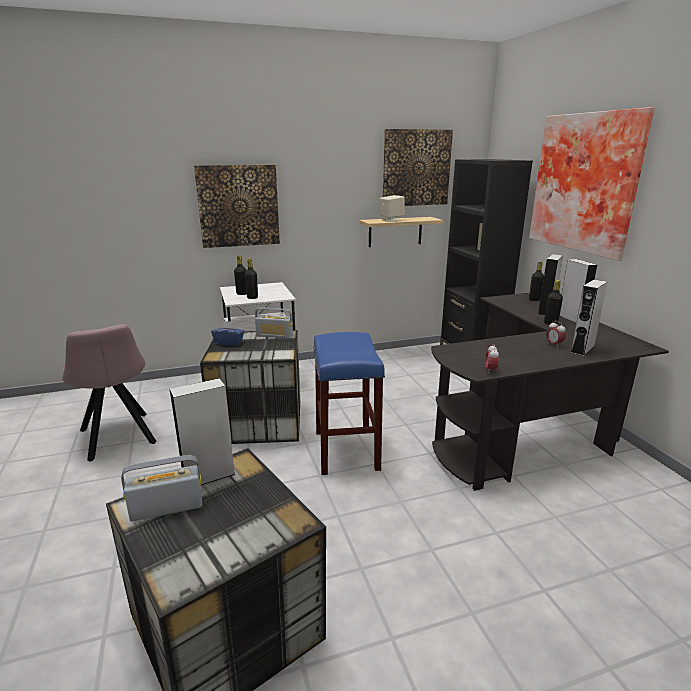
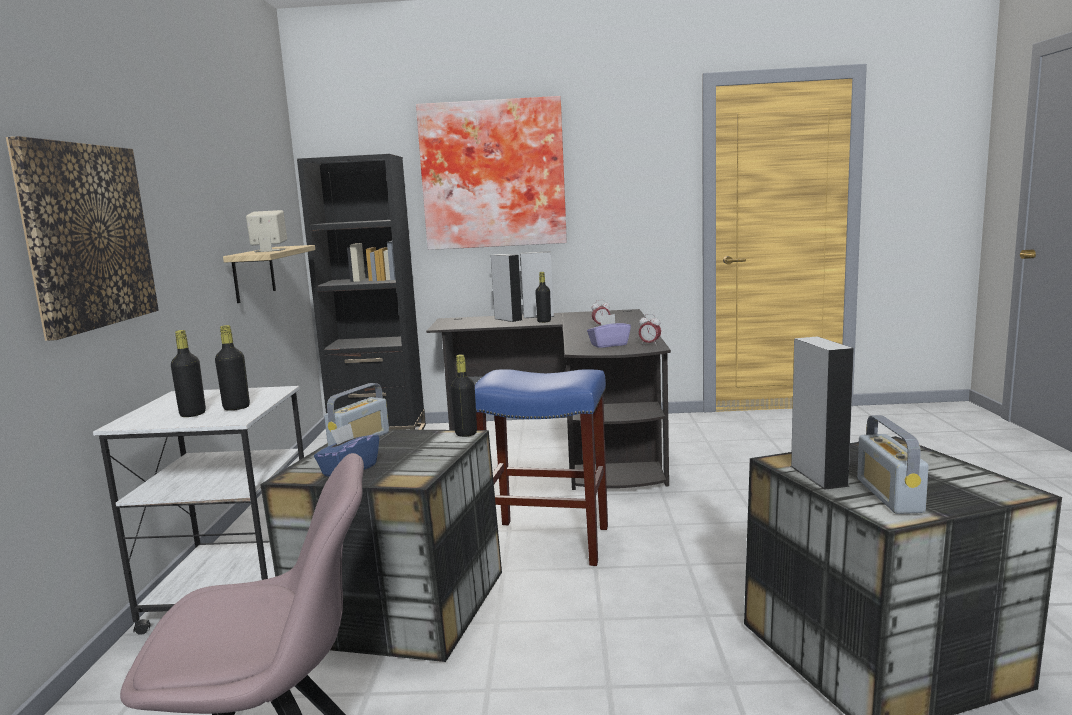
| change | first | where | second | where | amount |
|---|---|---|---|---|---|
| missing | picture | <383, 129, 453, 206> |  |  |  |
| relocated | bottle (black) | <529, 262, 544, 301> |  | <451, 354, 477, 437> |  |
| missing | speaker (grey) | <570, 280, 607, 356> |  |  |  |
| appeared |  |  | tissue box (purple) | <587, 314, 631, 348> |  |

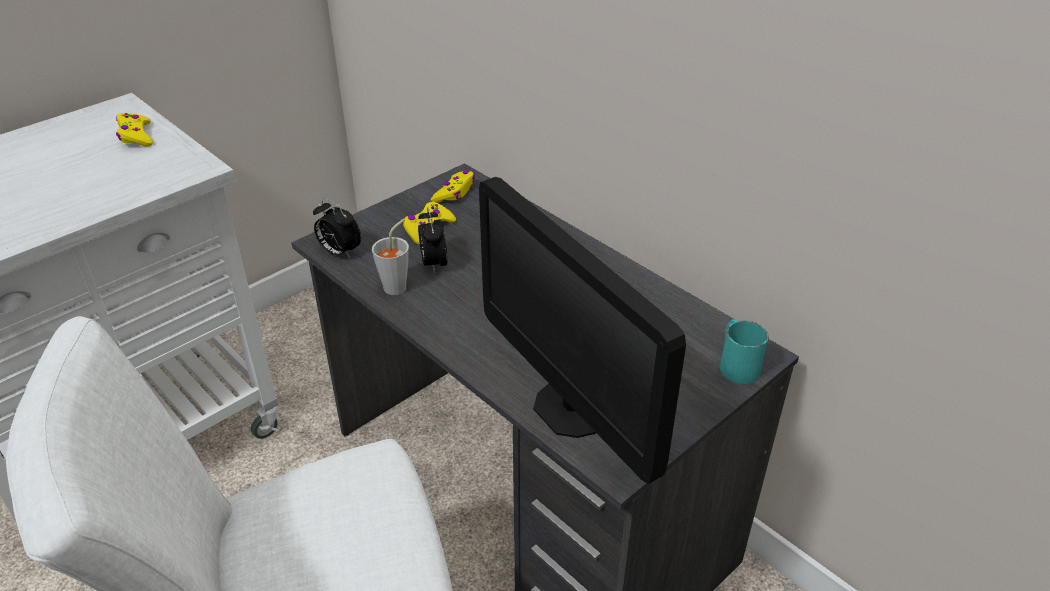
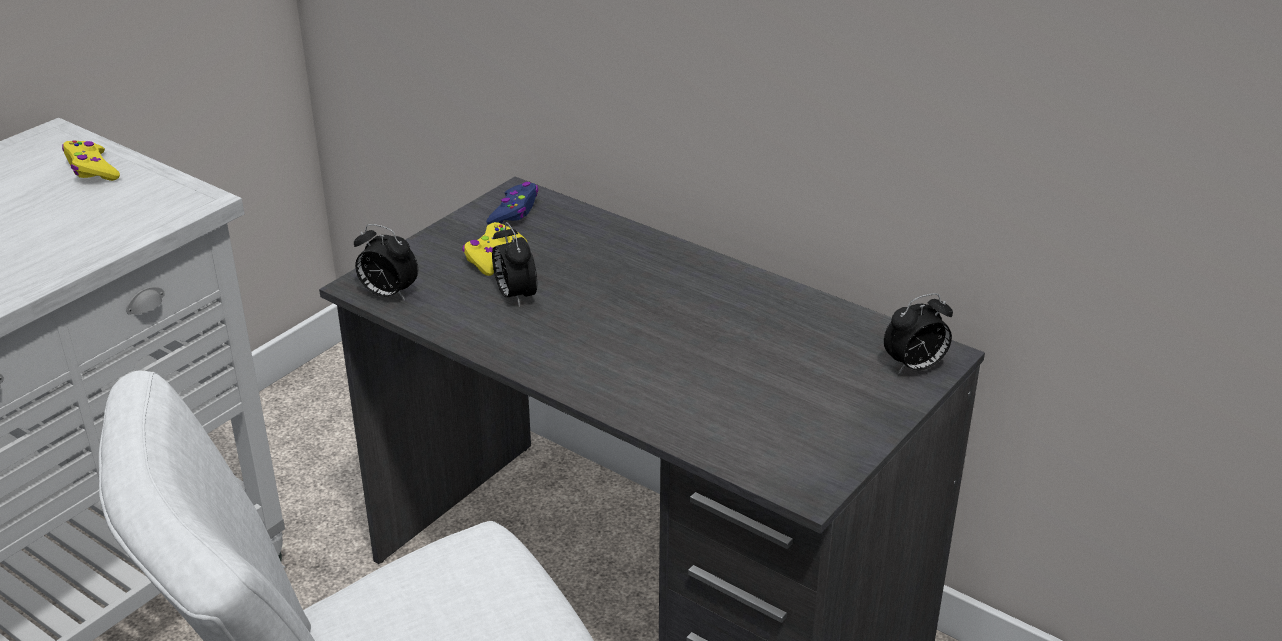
| change | first | where | second | where | amount |
|---|---|---|---|---|---|
| colour | game controller (yellow) | <431, 170, 475, 203> | game controller (blue) | <486, 182, 538, 225> |  |
| missing | monitor | <479, 177, 686, 484> |  |  |  |
| missing | cup (grey) | <372, 219, 409, 295> |  |  |  |
| exchanged | mug (turquoise) | <720, 319, 769, 384> | alarm clock | <884, 293, 953, 374> |  |

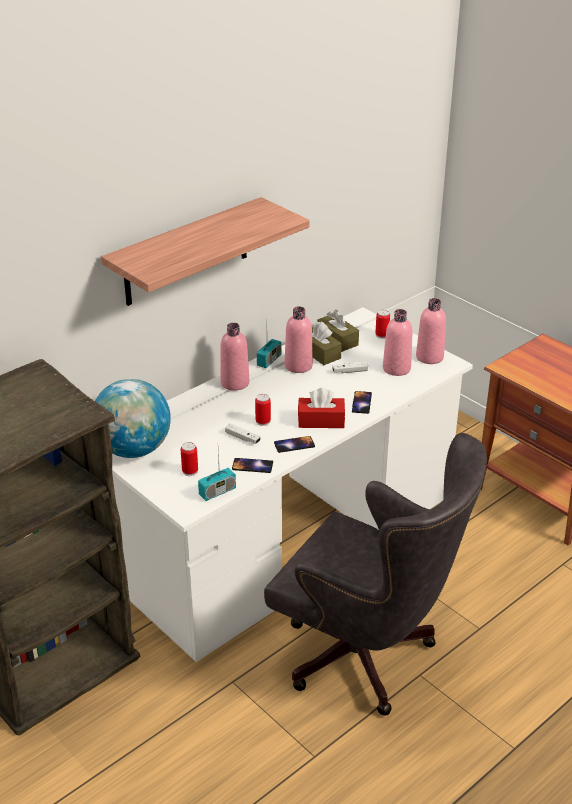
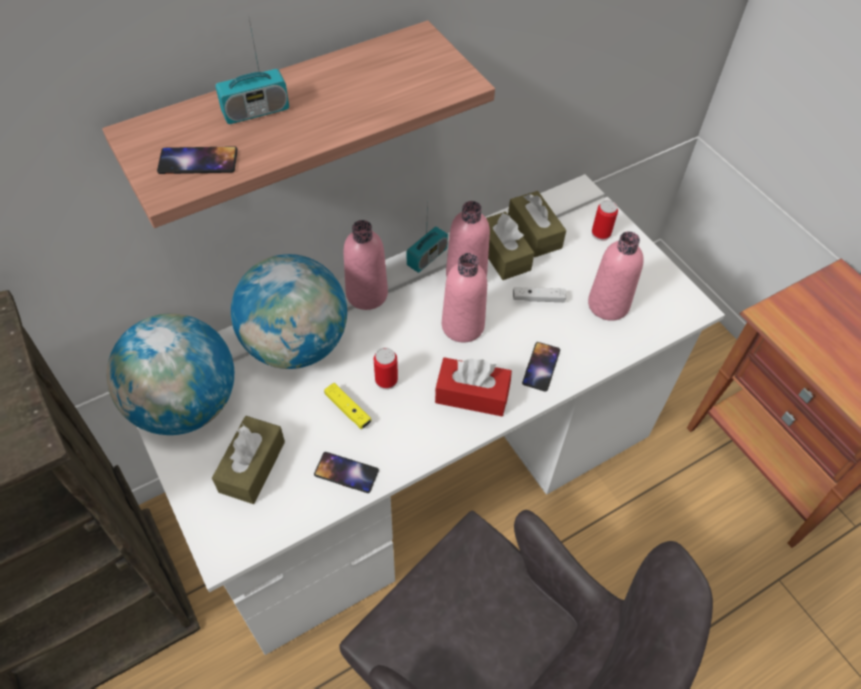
| change | first | where | second | where | amount |
|---|---|---|---|---|---|
| relocated | bottle (pink) | <416, 298, 446, 364> |  | <442, 253, 487, 343> |  |
| colour | game controller (white) | <225, 424, 261, 444> | game controller (yellow) | <324, 383, 371, 429> |  |
| relocated | phone | <274, 436, 315, 453> |  | <157, 146, 238, 174> |  |
| exchanged | can | <181, 442, 198, 476> | tissue box (brown) | <212, 416, 285, 504> |  |
| relocated | radio | <198, 452, 236, 501> |  | <215, 15, 289, 124> |  |
| appeared |  |  | globe | <231, 254, 347, 369> |  |

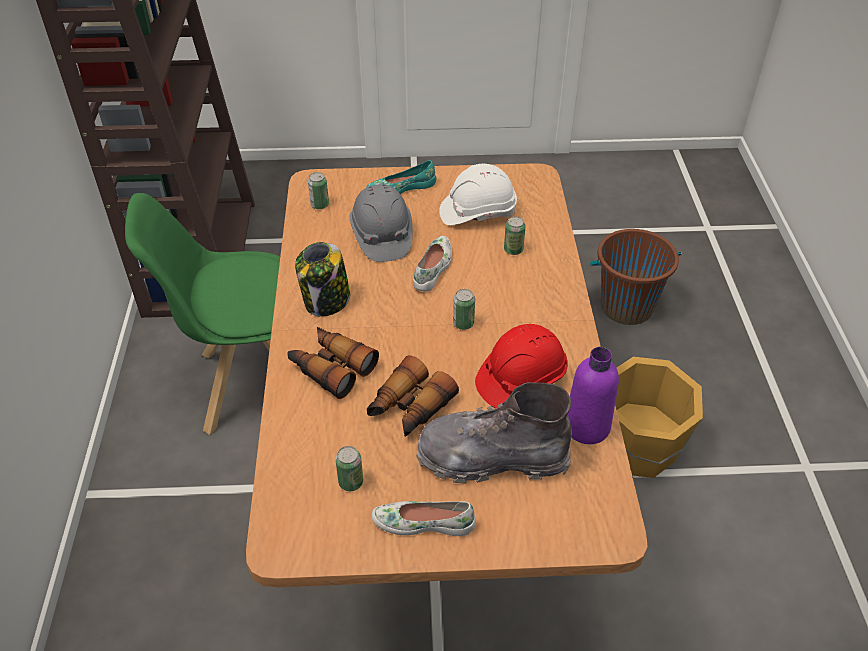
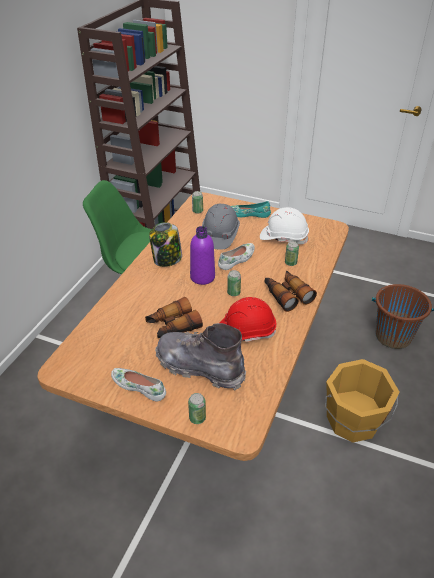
| change | first | where | second | where | amount |
|---|---|---|---|---|---|
| relocated | binoculars | <287, 327, 379, 399> |  | <265, 270, 317, 312> |  |
| relocated | bottle (purple) | <568, 347, 619, 444> |  | <190, 226, 215, 285> |  |
| relocated | can | <335, 446, 363, 491> |  | <188, 393, 206, 424> |  |

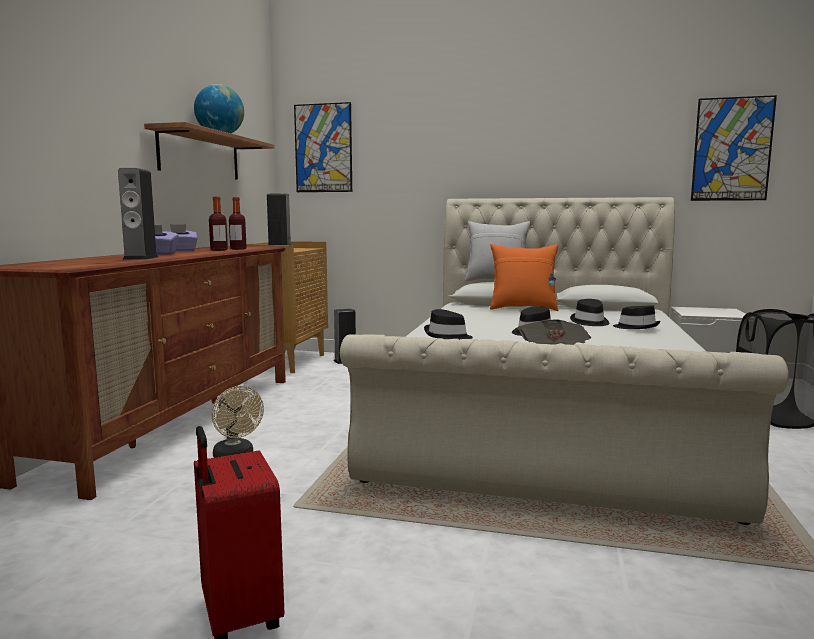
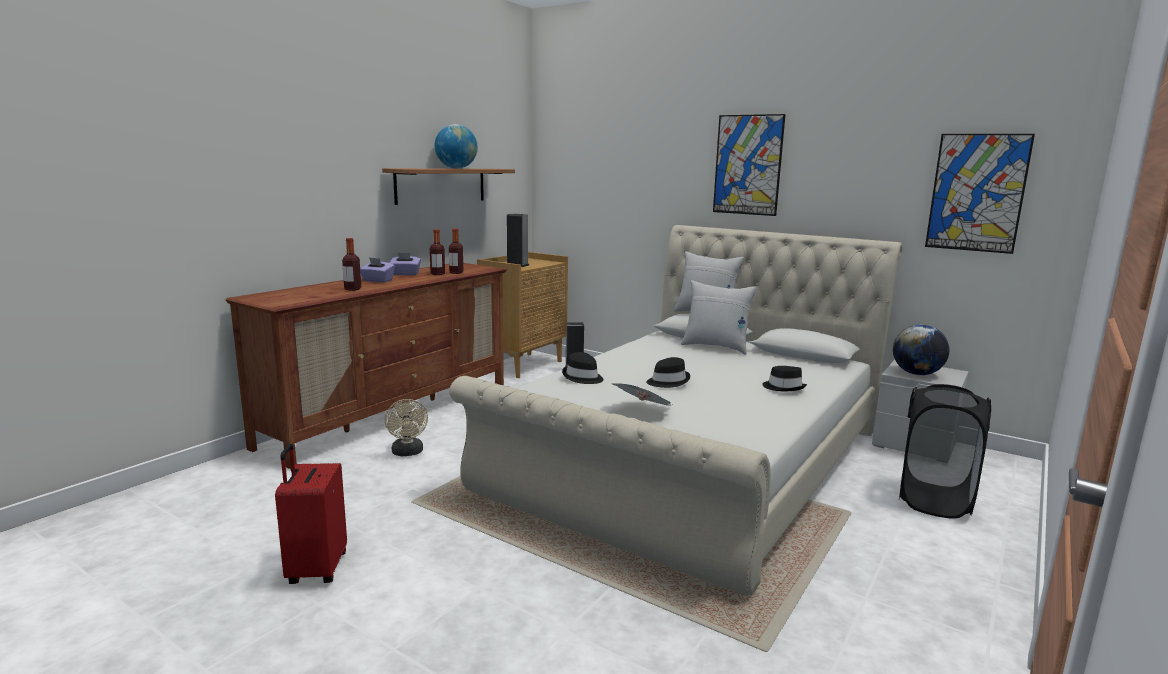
| change | first | where | second | where | amount |
|---|---|---|---|---|---|
| relocated | picture | <294, 102, 352, 192> |  | <713, 114, 786, 216> |  |
| exchanged | speaker | <118, 168, 158, 260> | bottle | <342, 238, 361, 291> |  |
| colour | pillow (orange) | <490, 244, 558, 311> | pillow (grey) | <681, 280, 756, 355> |  |
| missing | hat (black) | <570, 299, 609, 326> |  |  |  |
| appeared |  |  | globe | <893, 325, 949, 375> |  |

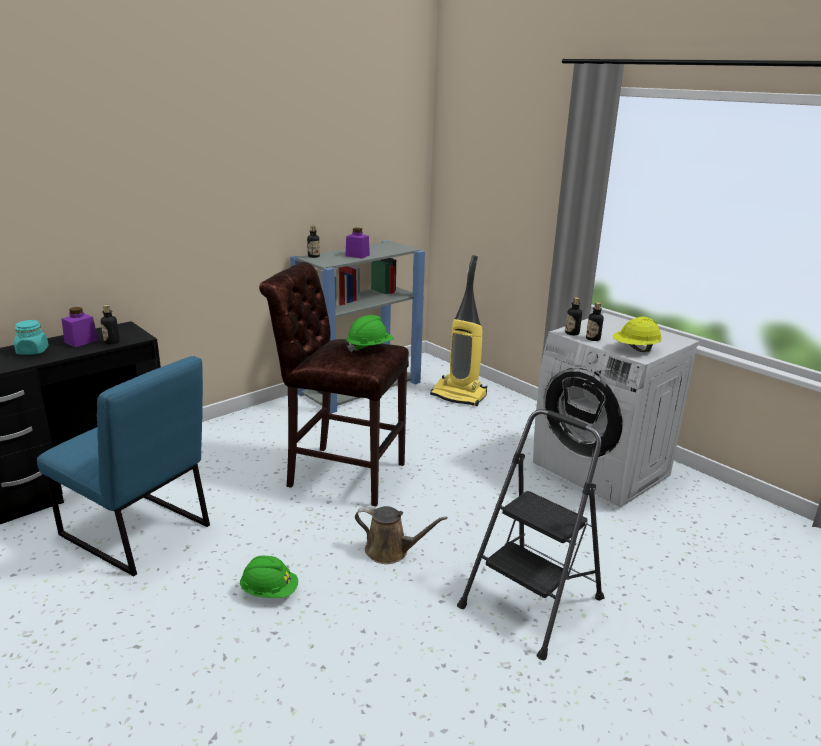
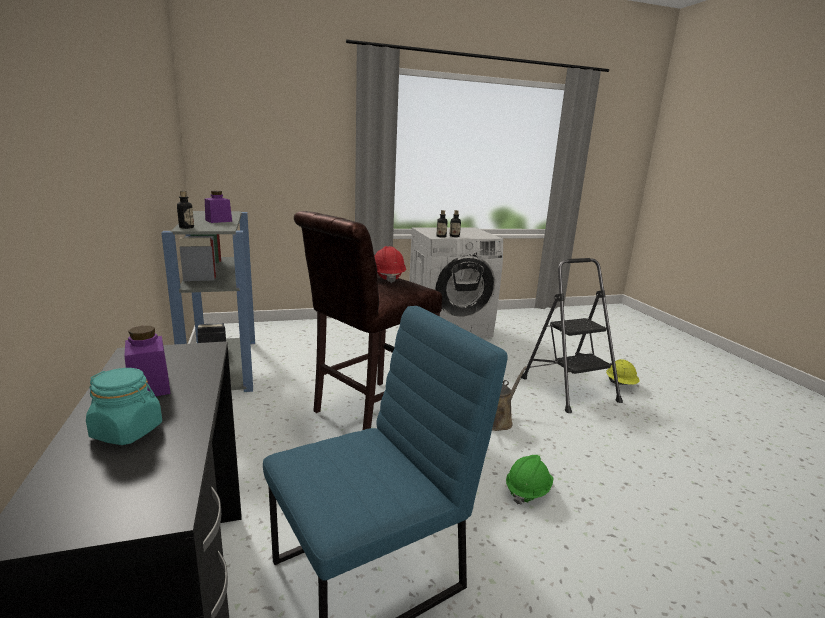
| change | first | where | second | where | amount |
|---|---|---|---|---|---|
| missing | vacuum cleaner | <430, 255, 487, 406> |  |  |  |
| missing | bottle | <101, 305, 120, 344> |  |  |  |
| colour | hard hat (green) | <346, 315, 394, 352> | hard hat (red) | <374, 246, 406, 283> |  |
| relocated | hard hat (yellow) | <613, 317, 662, 352> |  | <606, 359, 639, 385> |  |

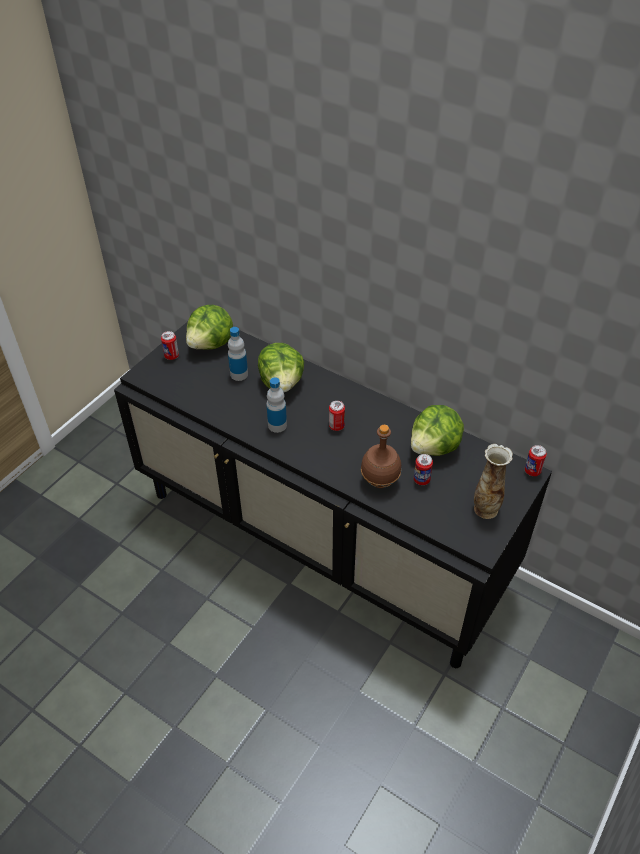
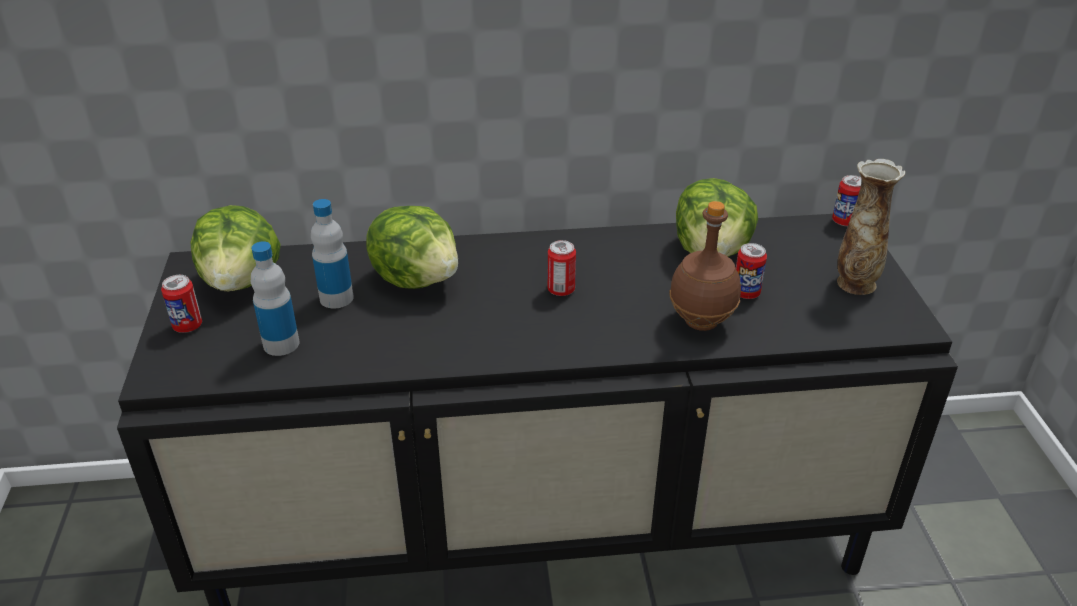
| change | first | where | second | where | amount |
|---|---|---|---|---|---|
| relocated | bottle | <266, 377, 287, 433> |  | <251, 241, 299, 356> |  |

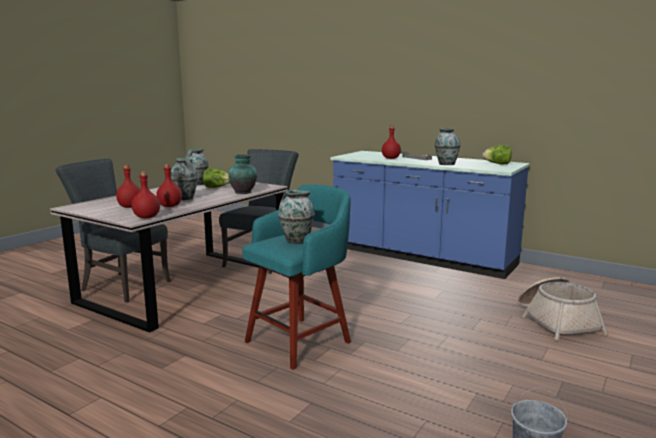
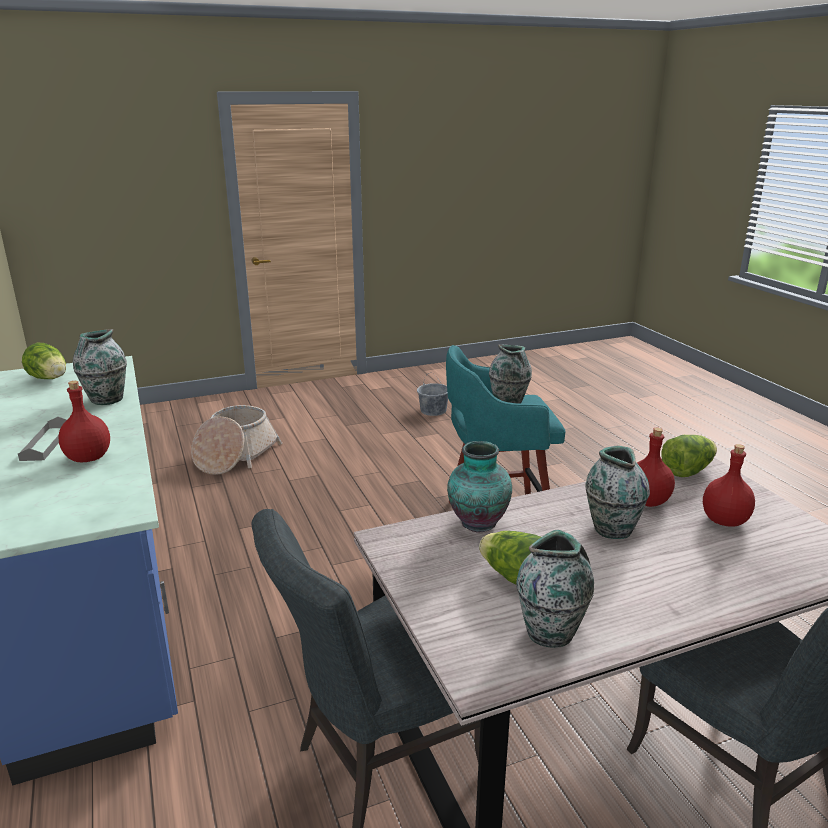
| change | first | where | second | where | amount |
|---|---|---|---|---|---|
| exchanged | bottle (red) | <132, 171, 160, 218> | lettuce | <661, 435, 717, 477> |  |

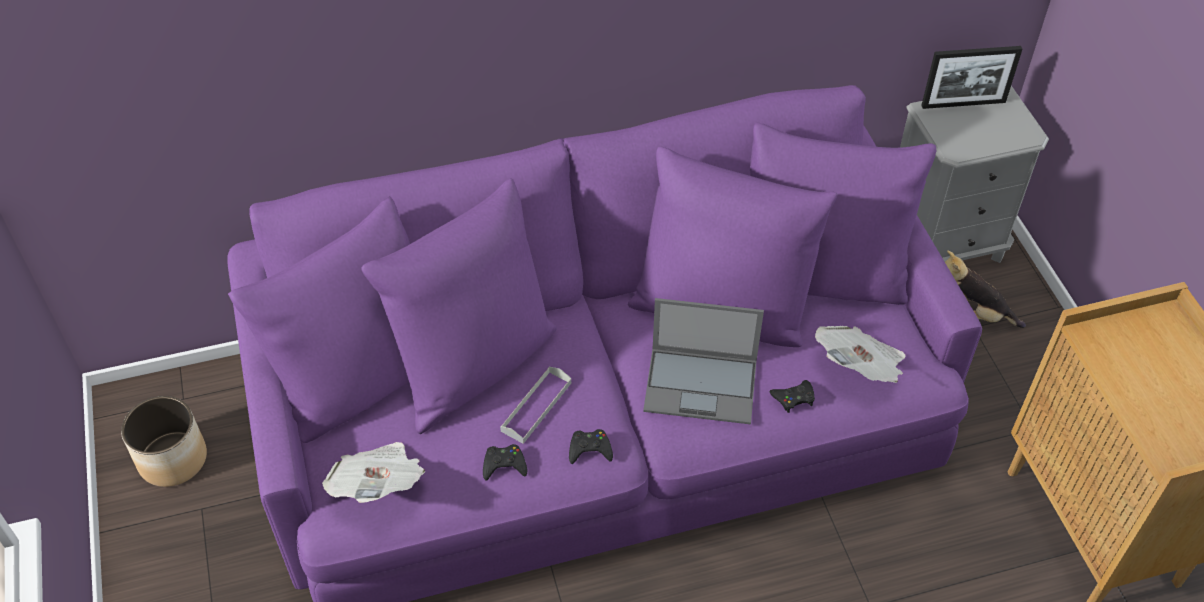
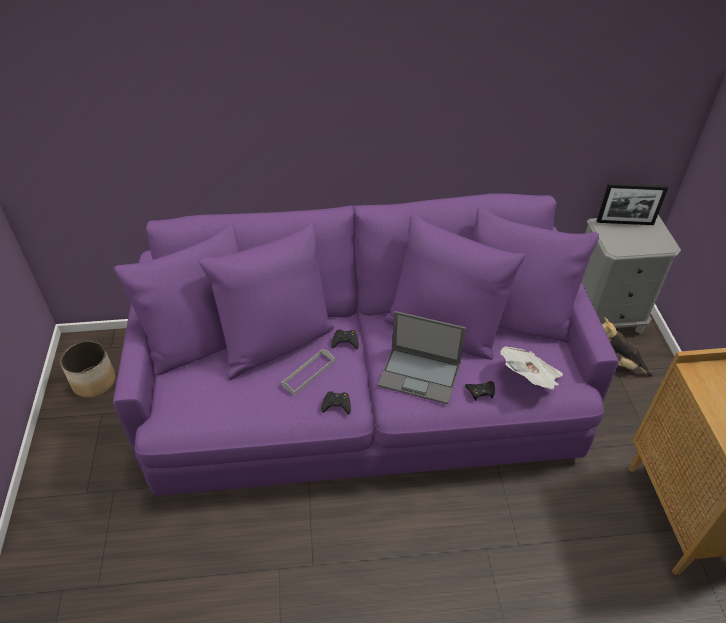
| change | first | where | second | where | amount |
|---|---|---|---|---|---|
| missing | newspaper | <322, 442, 425, 503> |  |  |  |
| relocated | game controller (black) | <483, 444, 527, 481> |  | <331, 330, 359, 350> |  |

